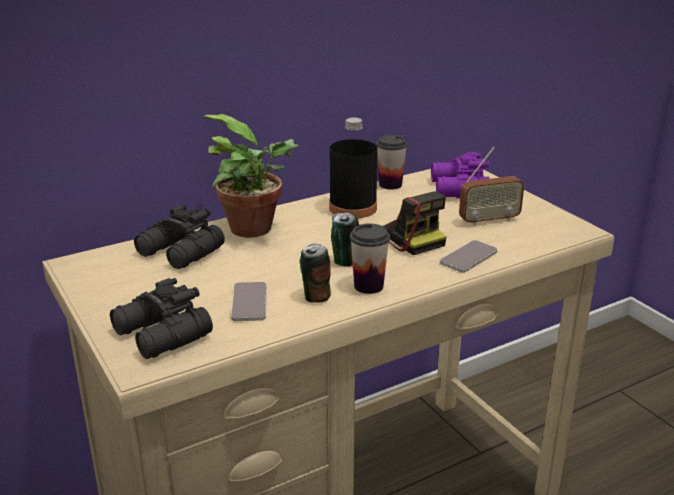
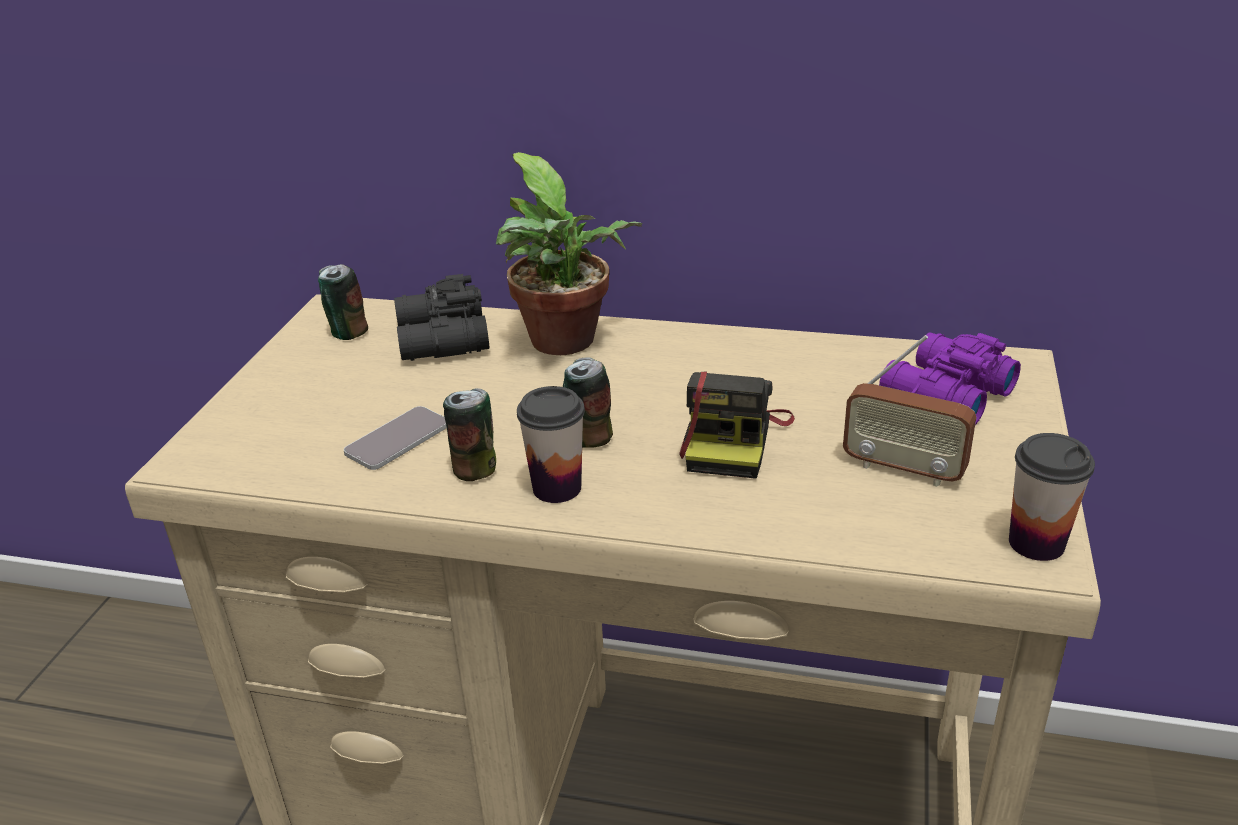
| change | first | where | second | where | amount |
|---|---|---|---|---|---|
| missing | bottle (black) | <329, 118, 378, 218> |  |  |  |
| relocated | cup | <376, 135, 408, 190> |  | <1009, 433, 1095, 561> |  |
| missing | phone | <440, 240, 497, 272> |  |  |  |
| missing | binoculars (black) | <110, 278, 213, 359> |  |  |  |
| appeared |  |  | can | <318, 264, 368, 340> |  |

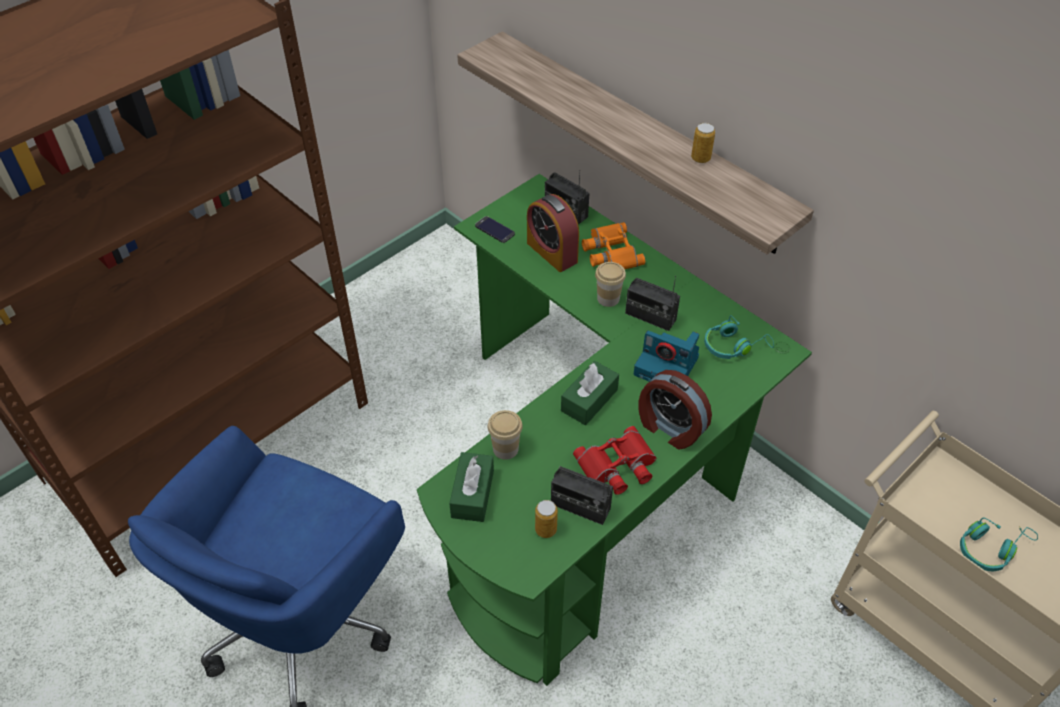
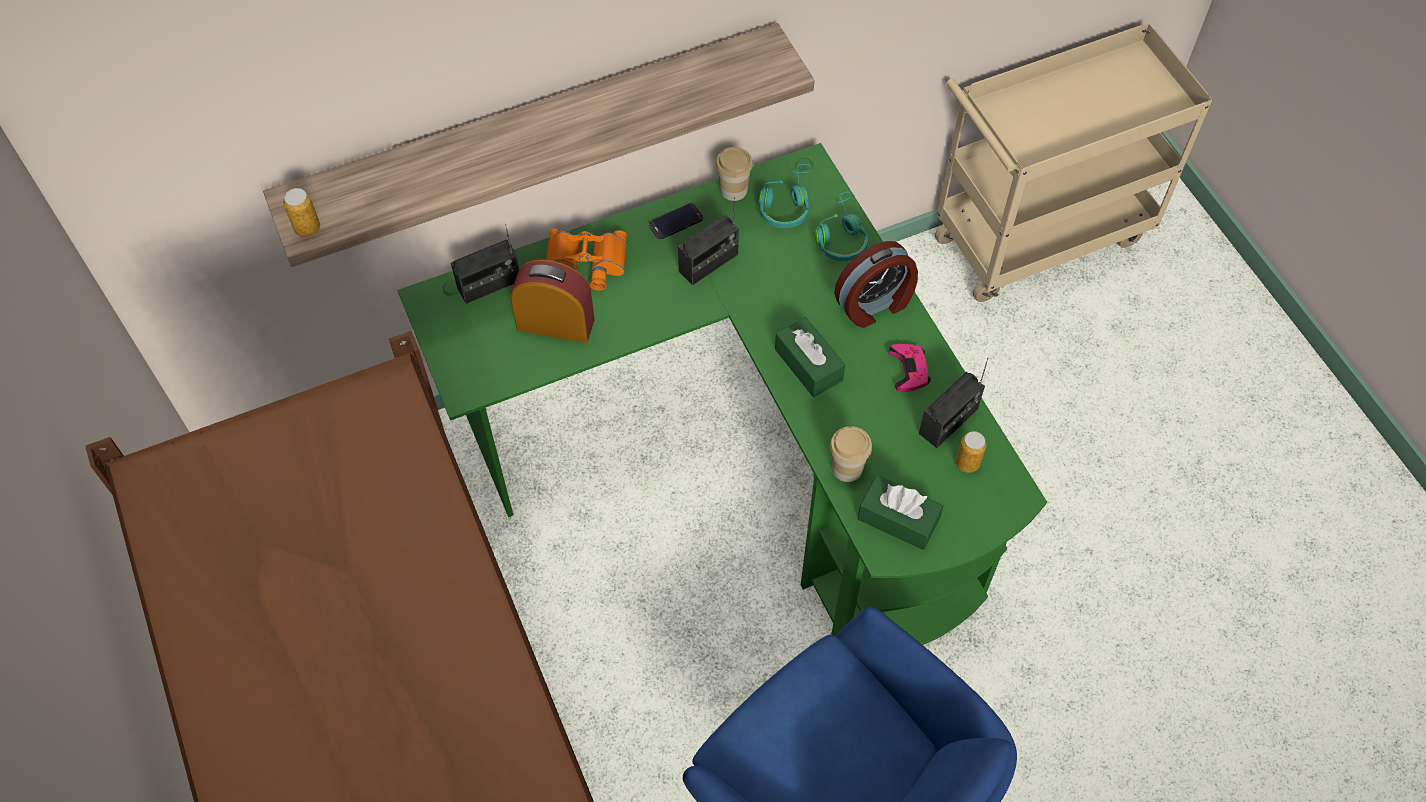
| change | first | where | second | where | amount |
|---|---|---|---|---|---|
| relocated | can | <691, 123, 715, 163> |  | <283, 188, 320, 237> |  |
| spun | alarm clock | <527, 194, 579, 272> |  | <511, 260, 594, 343> | 150 degrees counterclockwise |
| relocated | phone | <475, 216, 515, 243> |  | <649, 203, 703, 239> |  |
| relocated | cup | <595, 262, 626, 307> |  | <716, 147, 753, 201> |  |
| missing | photo camera | <634, 331, 699, 382> |  |  |  |
| exchanged | binoculars (red) | <573, 426, 656, 495> | game controller (pink) | <888, 344, 930, 392> |  |
| relocated | headphones (turquoise) | <960, 518, 1038, 571> |  | <814, 191, 869, 261> |  |

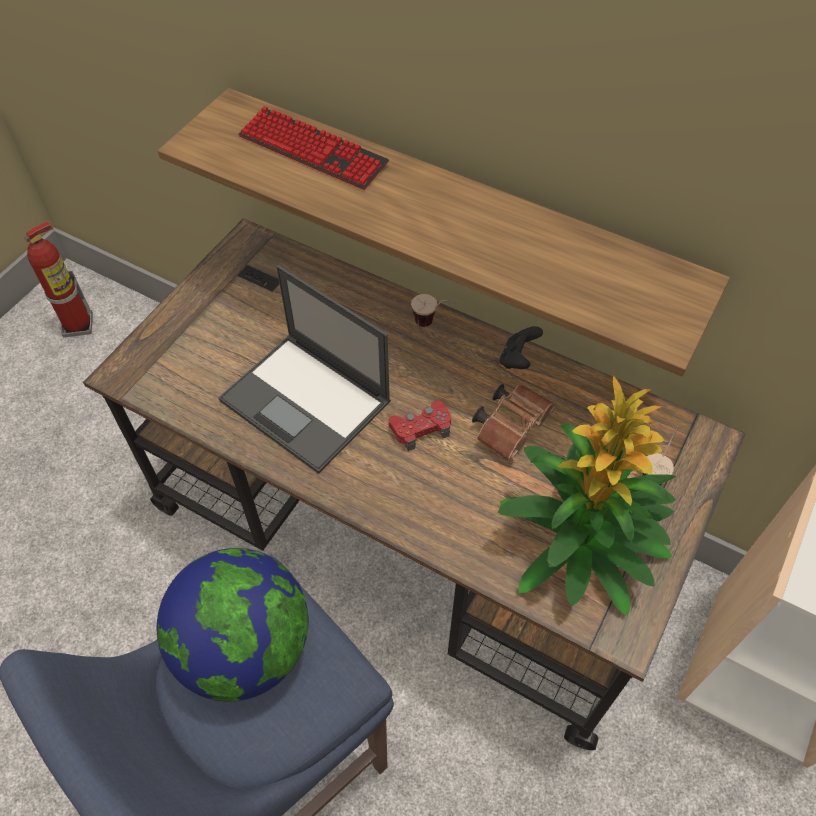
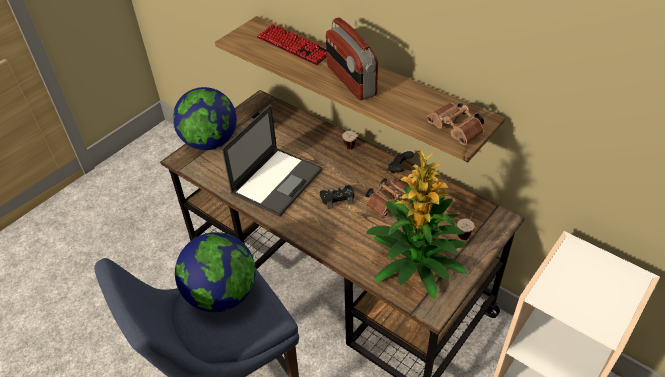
| change | first | where | second | where | amount |
|---|---|---|---|---|---|
| missing | fire extinguisher | <24, 221, 93, 337> |  |  |  |
| spun | laptop | <218, 265, 391, 474> |  | <222, 105, 323, 217> | 105 degrees counterclockwise |
| colour | game controller (red) | <389, 401, 451, 451> | game controller (black) | <320, 185, 354, 209> |  |
| appeared |  |  | radio | <326, 17, 378, 100> |  |
| appeared |  |  | globe | <173, 87, 237, 150> |  |
| appeared |  |  | binoculars (brown) | <427, 103, 484, 145> |  |

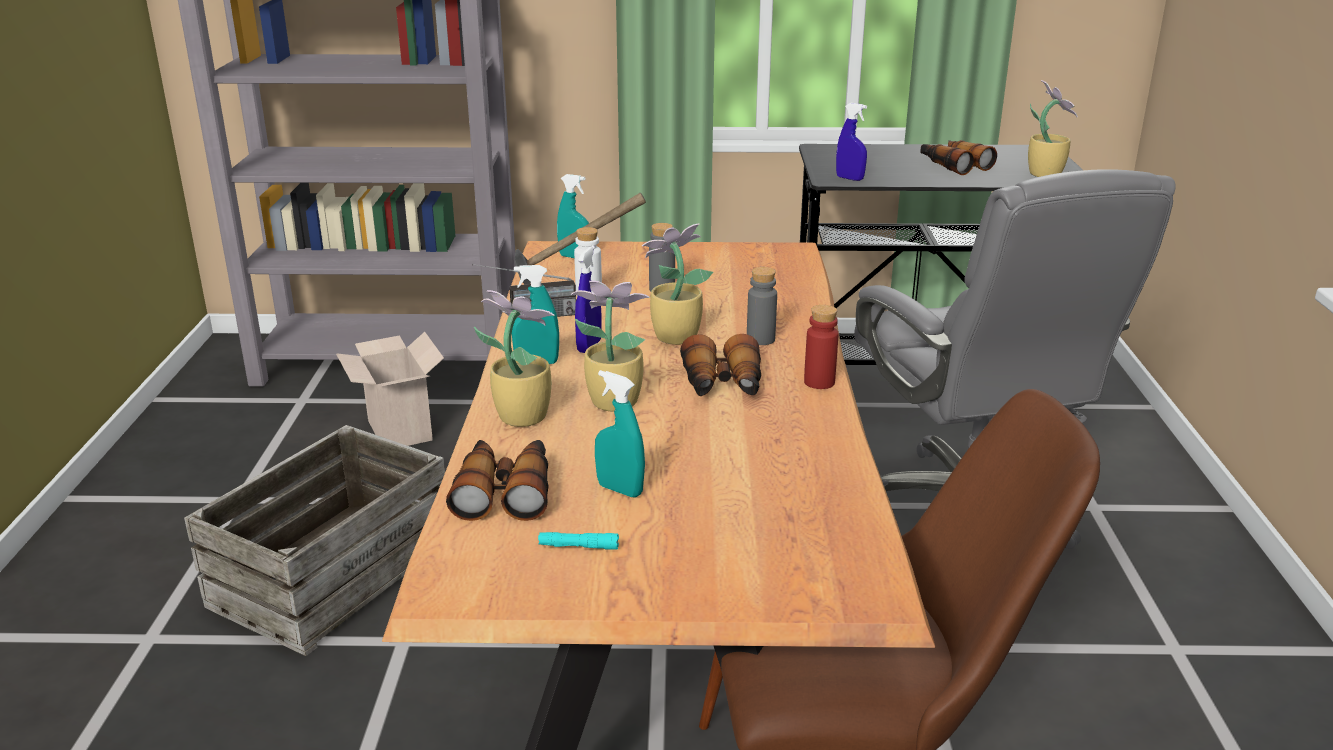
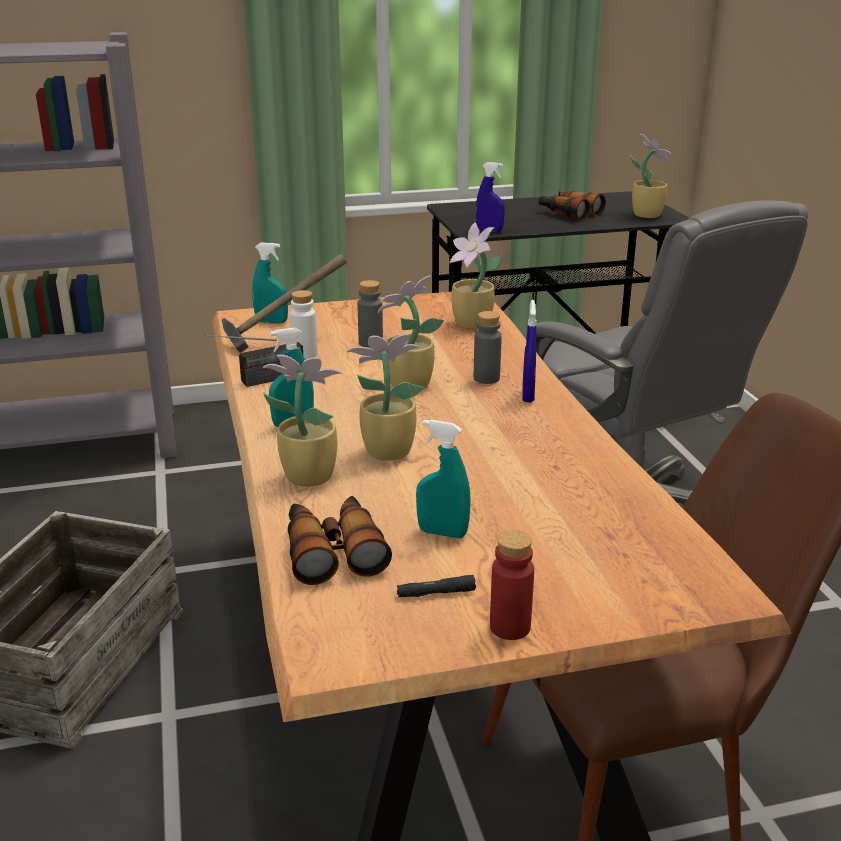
| change | first | where | second | where | amount |
|---|---|---|---|---|---|
| relocated | spray bottle (blue) | <575, 245, 602, 353> |  | <522, 300, 537, 402> |  |
| relocated | bottle (red) | <804, 305, 839, 389> |  | <490, 530, 534, 640> |  |
| missing | cardboard box | <336, 332, 444, 446> |  |  |  |
| missing | binoculars | <680, 334, 761, 396> |  |  |  |
| colour | flashlight (turquoise) | <538, 532, 619, 550> | flashlight (black) | <397, 575, 476, 597> |  |
| appeared |  |  | potted plant | <449, 222, 503, 329> |  |

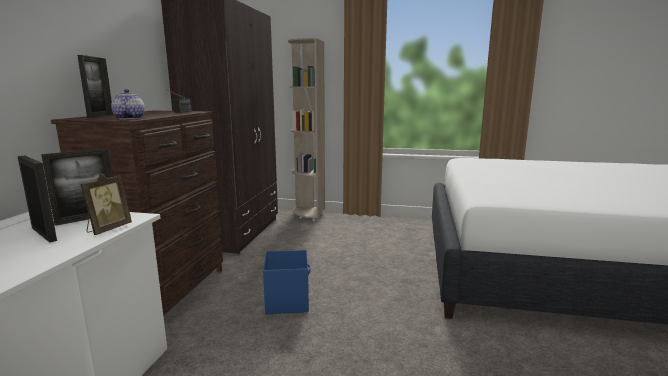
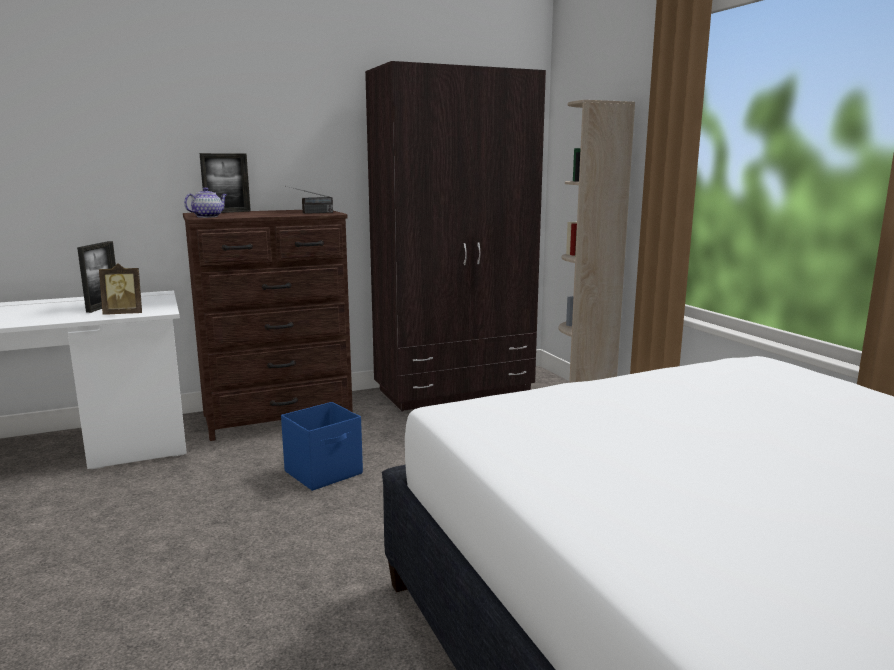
| change | first | where | second | where | amount |
|---|---|---|---|---|---|
| missing | picture frame | <41, 148, 113, 226> |  |  |  |

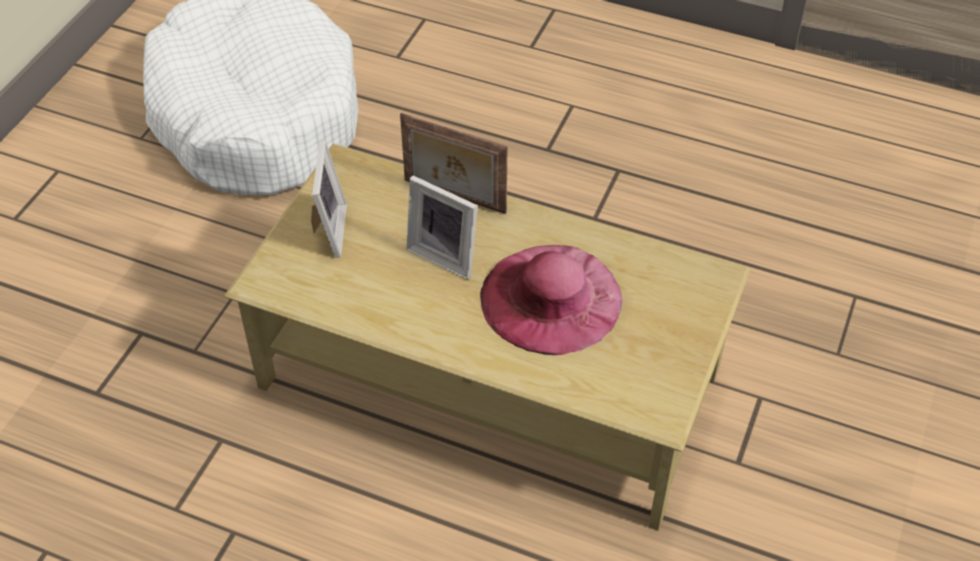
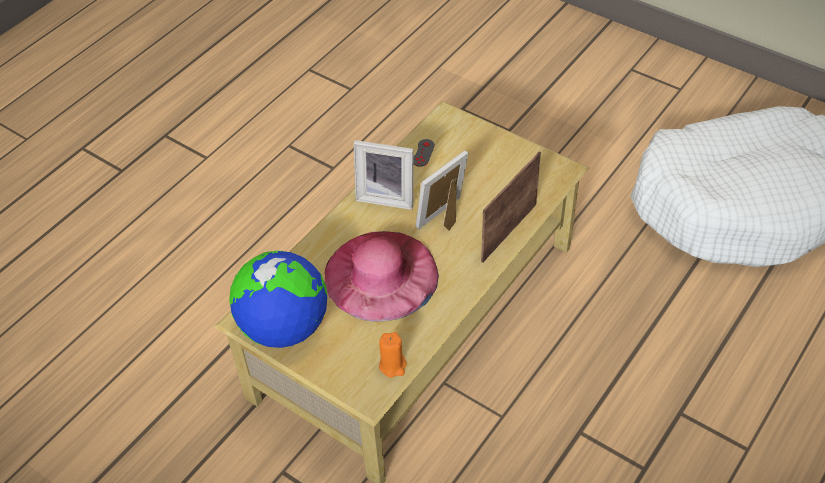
| change | first | where | second | where | amount |
|---|---|---|---|---|---|
| relocated | picture frame | <311, 141, 347, 258> |  | <353, 140, 414, 210> |  |
| appeared |  |  | game controller (grey) | <413, 139, 435, 167> |  |
| appeared |  |  | globe | <229, 251, 328, 348> |  |
| appeared |  |  | candle (orange) | <379, 332, 407, 378> |  |

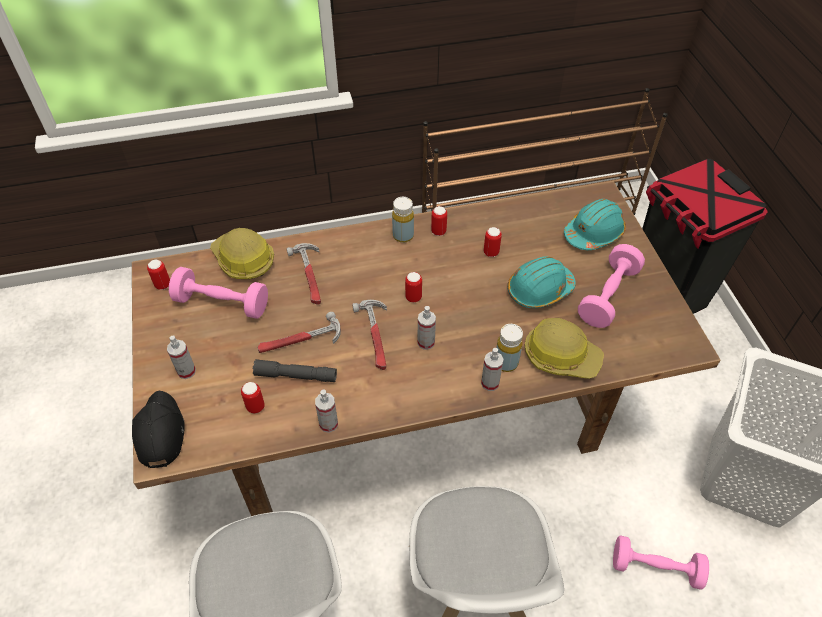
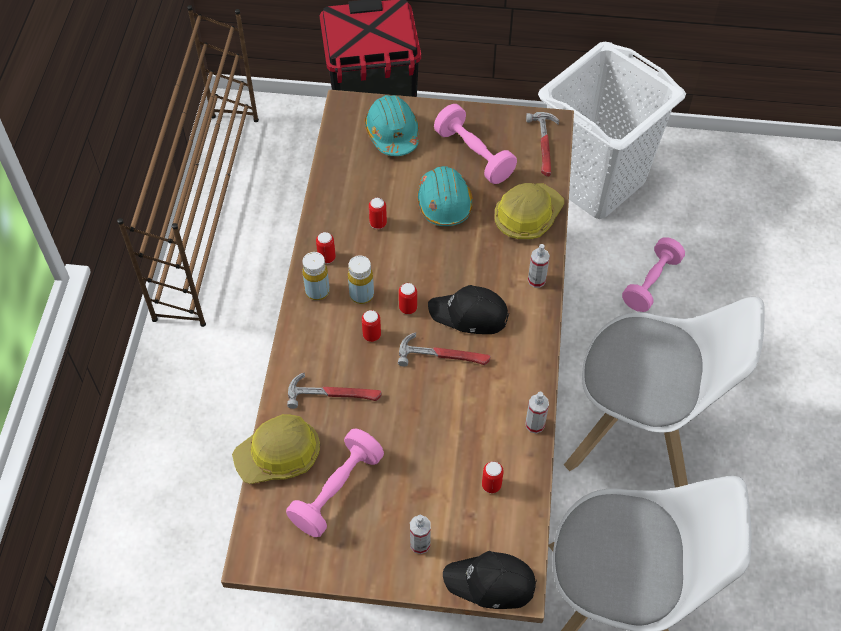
| change | first | where | second | where | amount |
|---|---|---|---|---|---|
| relocated | can | <147, 259, 170, 290> |  | <362, 310, 381, 342> |  |
| exchanged | spray bottle | <417, 306, 436, 350> | cap (black) | <428, 285, 509, 334> |  |
| relocated | hammer | <258, 312, 341, 353> |  | <526, 112, 559, 177> |  |
| relocated | bottle (yellow) | <496, 324, 523, 372> |  | <348, 255, 374, 304> |  |
| missing | flashlight (grey) | <253, 359, 337, 382> |  |  |  |

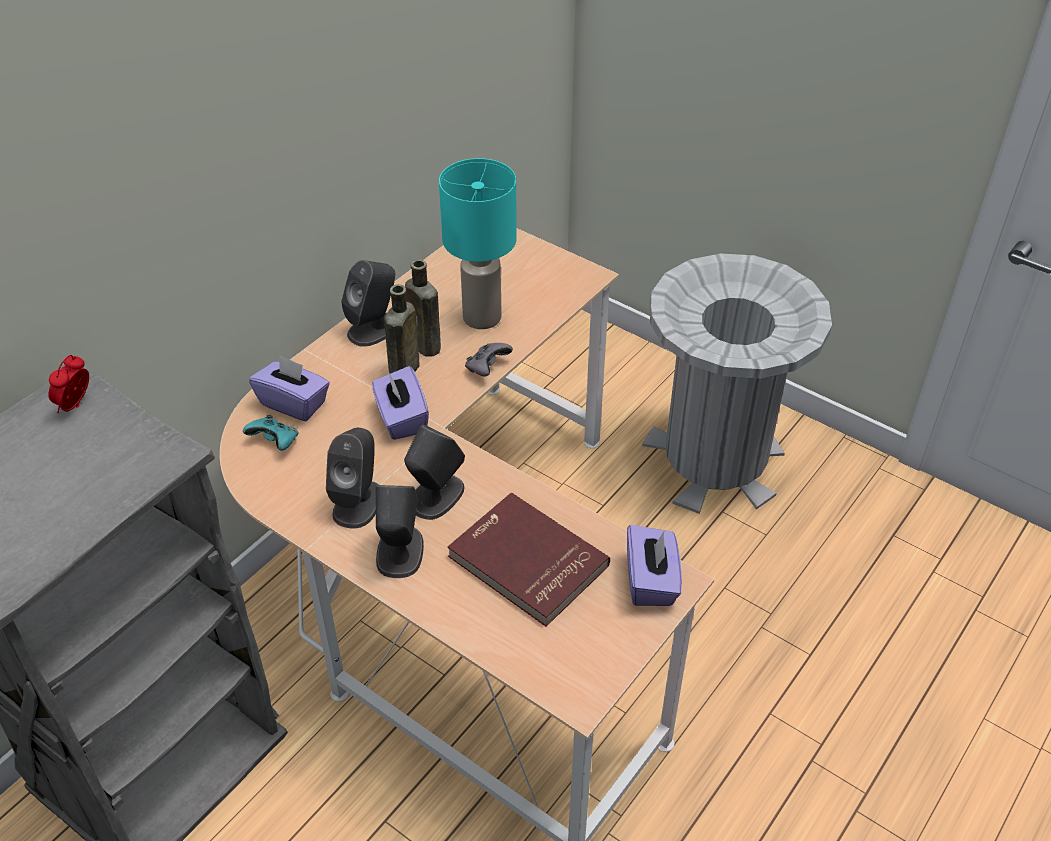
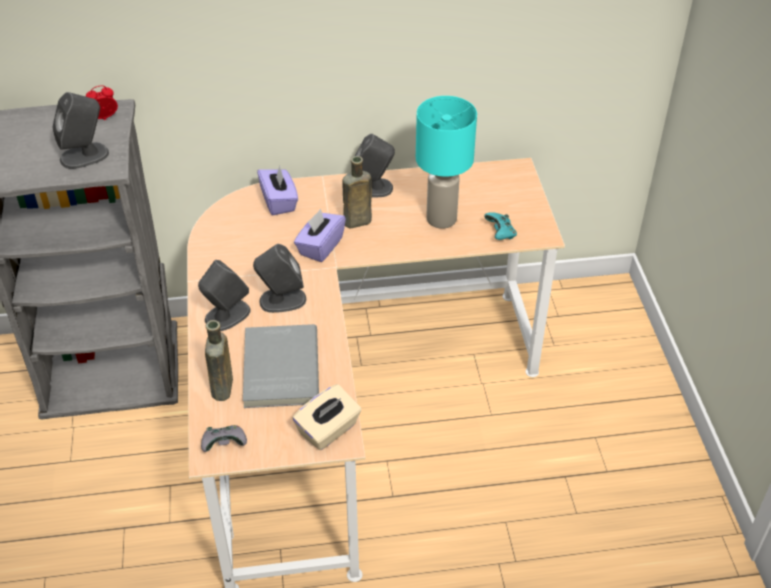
| change | first | where | second | where | amount |
|---|---|---|---|---|---|
| missing | trash can (grey) | <642, 254, 832, 514> |  |  |  |
| relocated | bottle (brown) | <405, 260, 441, 357> |  | <205, 320, 233, 401> |  |
| relocated | game controller (grey) | <465, 343, 513, 376> |  | <201, 425, 247, 452> |  |
| relocated | game controller (turquoise) | <243, 415, 299, 451> |  | <484, 212, 517, 240> |  |
| relocated | speaker (grey) | <326, 428, 379, 528> |  | <53, 92, 109, 169> |  |
| colour | book (red) | <448, 493, 610, 627> | book (grey) | <243, 324, 319, 408> |  |
| colour | tissue box (purple) | <627, 525, 682, 606> | tissue box (beige) | <293, 384, 362, 450> |  |

